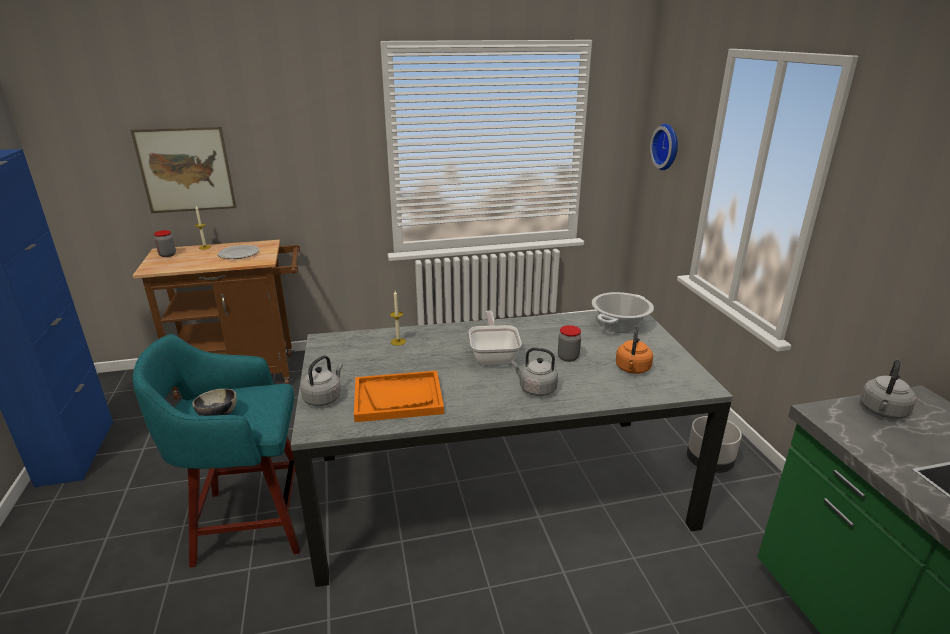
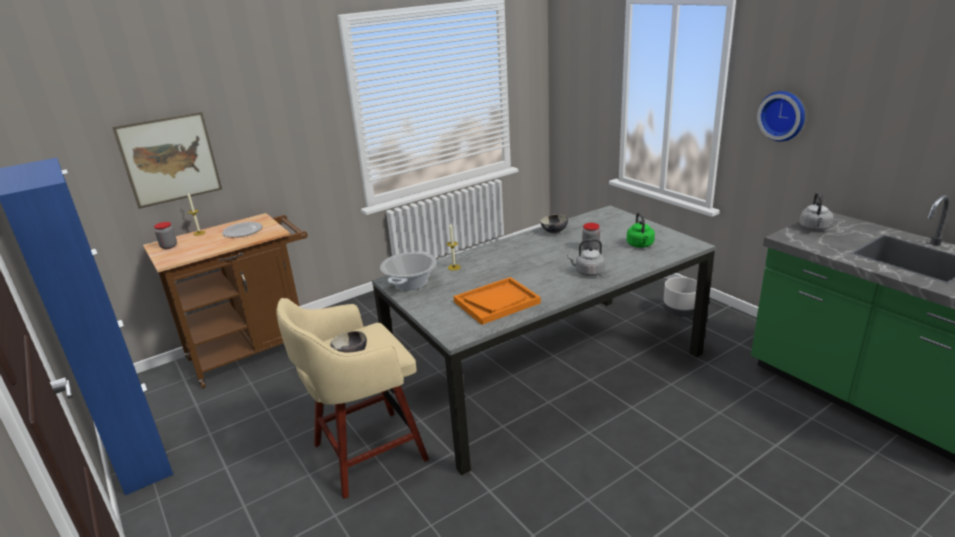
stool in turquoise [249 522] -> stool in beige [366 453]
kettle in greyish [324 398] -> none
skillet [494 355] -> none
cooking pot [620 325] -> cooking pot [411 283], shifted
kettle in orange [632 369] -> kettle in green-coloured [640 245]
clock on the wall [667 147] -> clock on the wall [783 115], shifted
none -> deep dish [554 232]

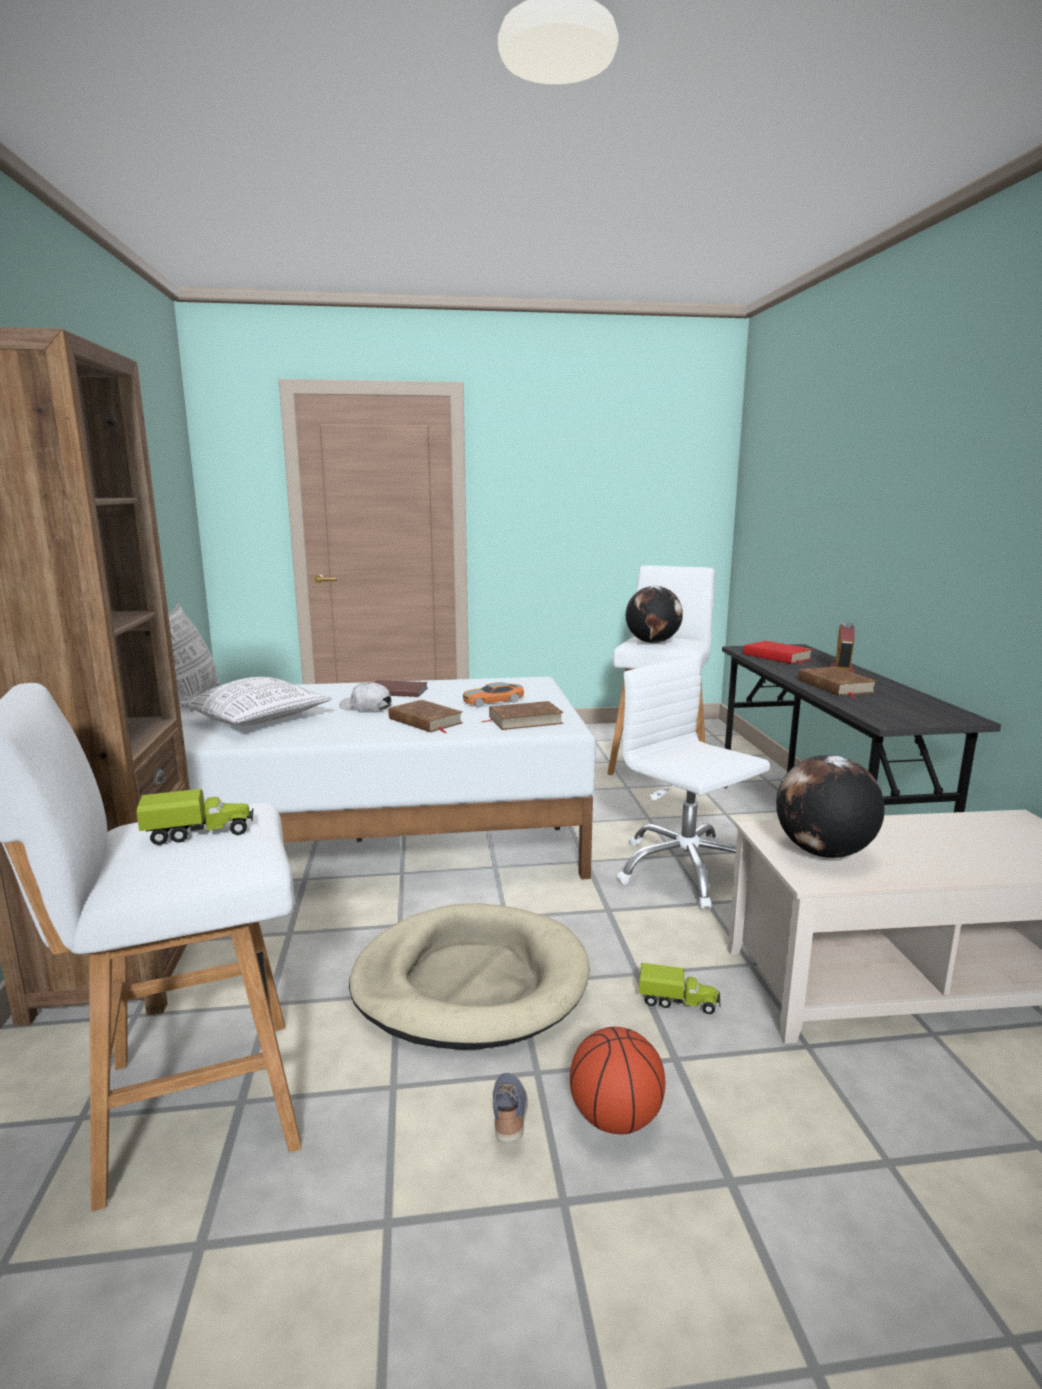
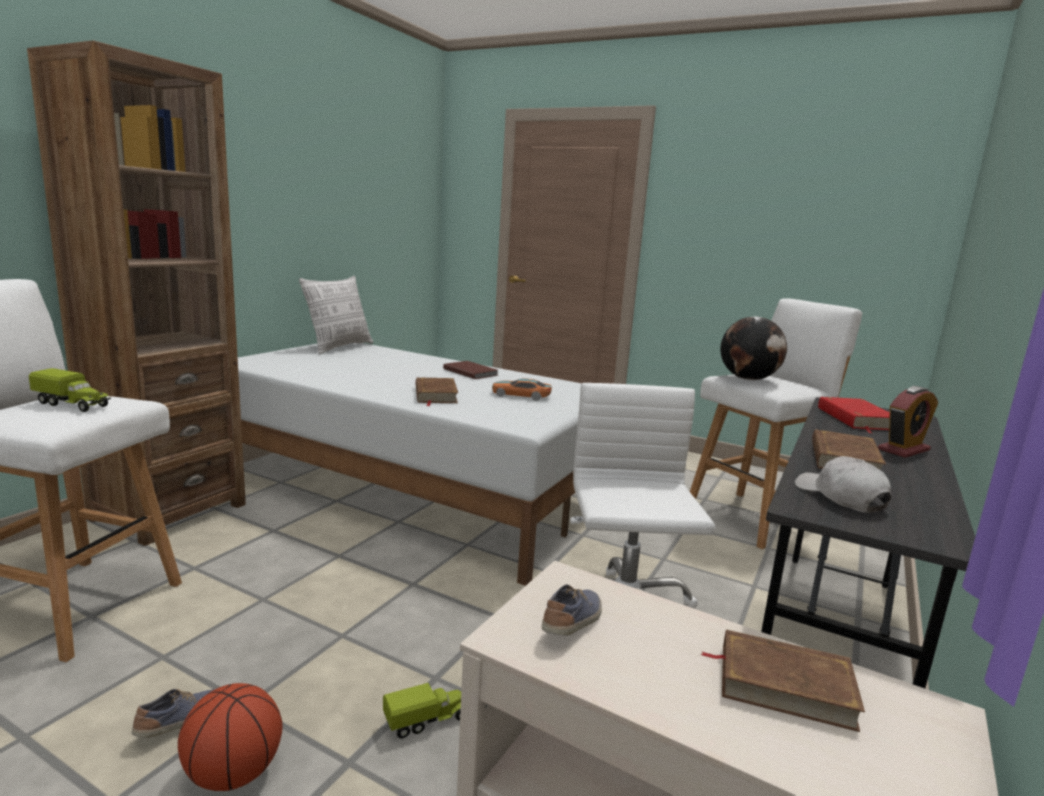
cushion [257 720] -> none
cap in white [366 707] -> cap in white [840 497], shifted
dog bed in beige [470 982] -> none
volume in brown [525 720] -> volume in brown [784 685], shifted
toy lorry [678 1002] -> toy lorry [428 720], 75 degrees counterclockwise
desk globe [823 852] -> item of footwear [573 623]

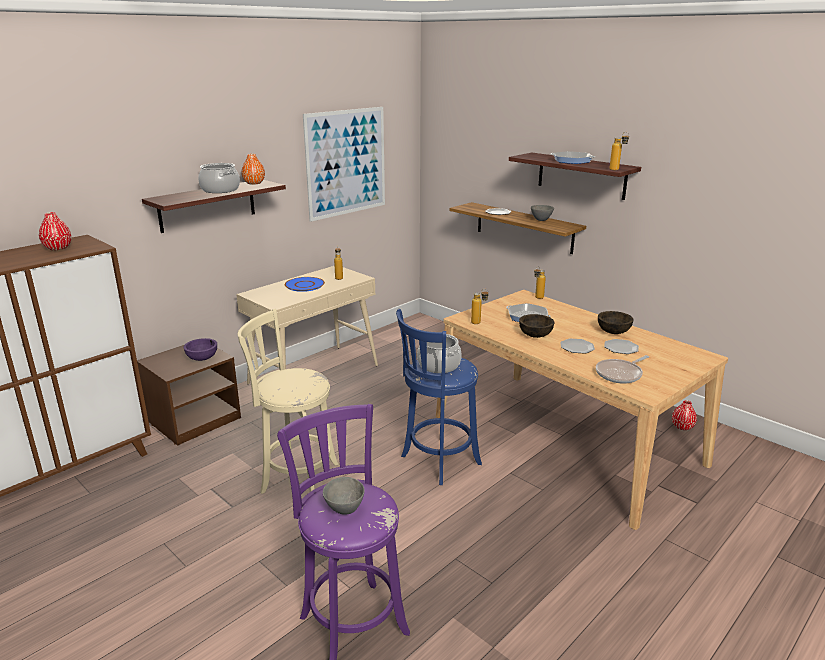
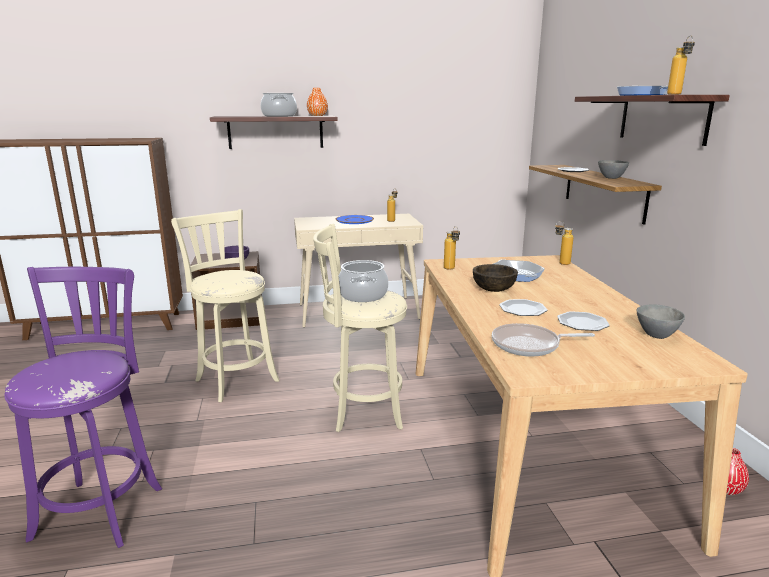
flower vase in reddish [58 248] -> none
picture [346 162] -> none
deep dish in greyish [344 509] -> deep dish in greyish [656 335], shifted
stool in blue [437 461] -> stool in beige [362 410]
deep dish in brown [613 332] -> none

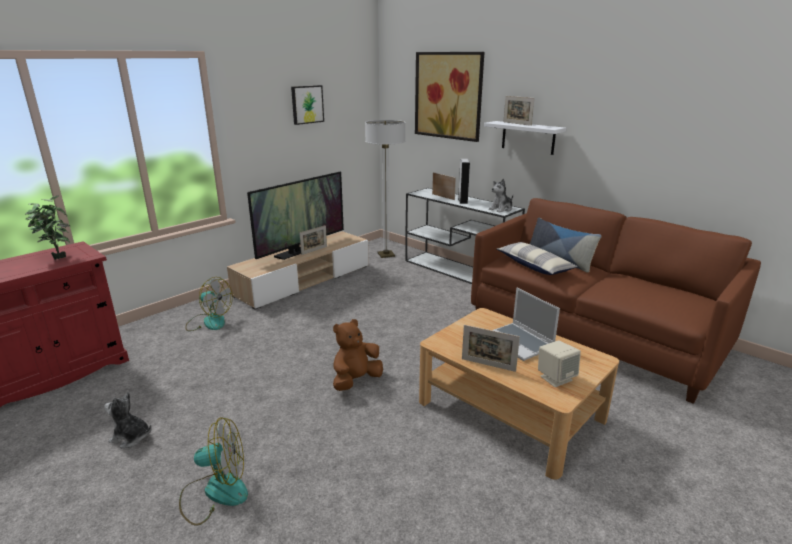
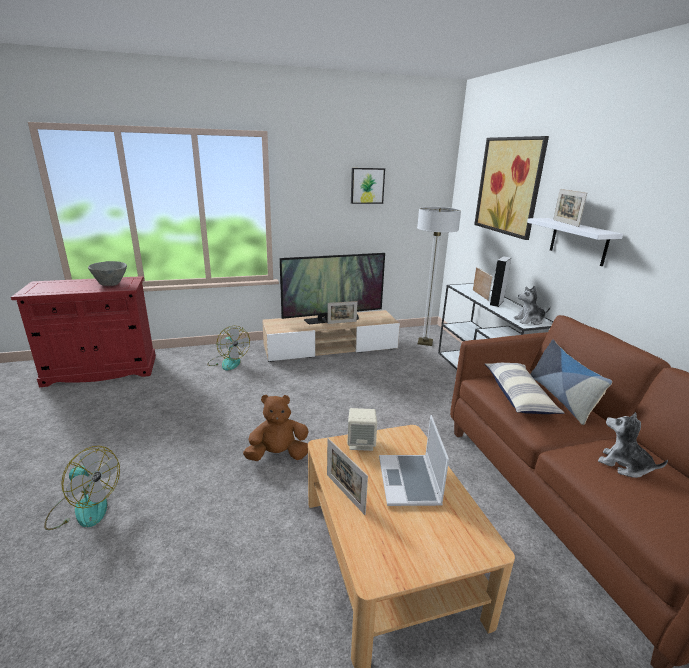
plant in a pot [57 257] -> deep dish in greyish [111 284]
cuddly toy [131 437] -> cuddly toy [623 465], shifted
speaker in beige [556 378] -> speaker in beige [361 443], shifted

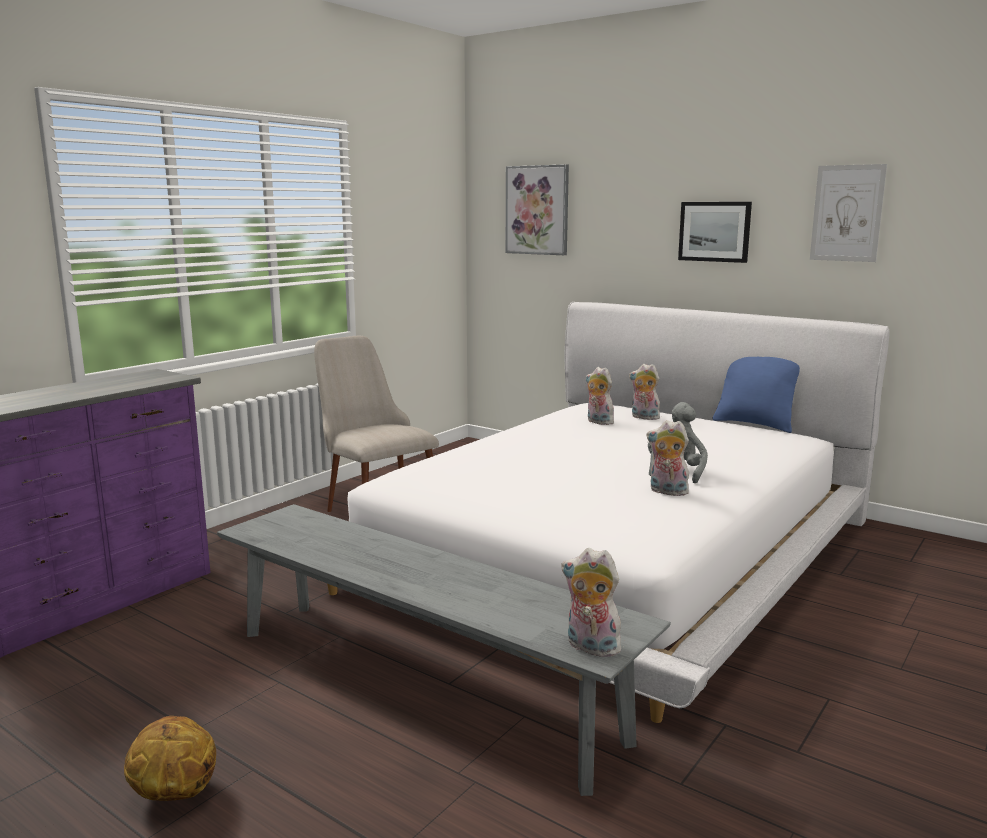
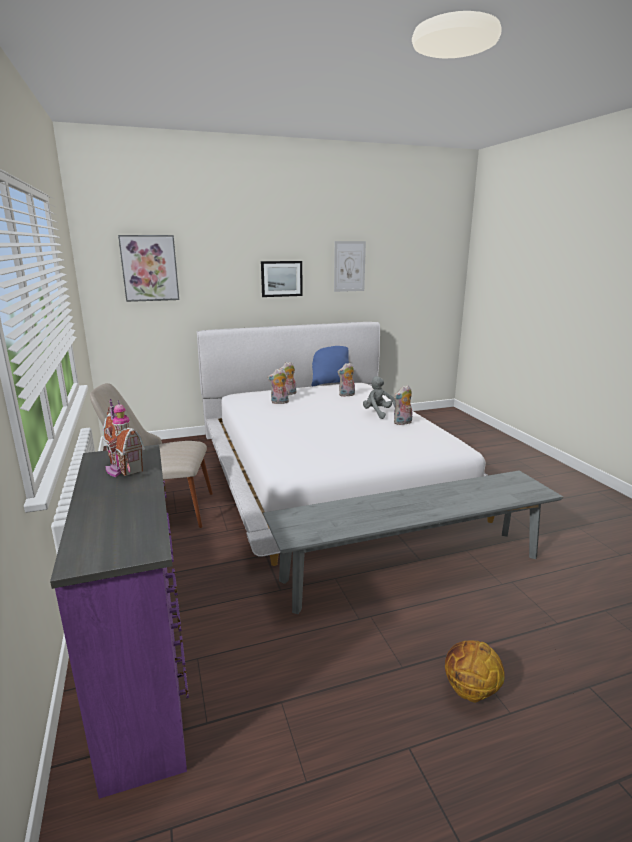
cuddly toy [590 648] -> cuddly toy [346 395], shifted
none -> toy house [122 468]

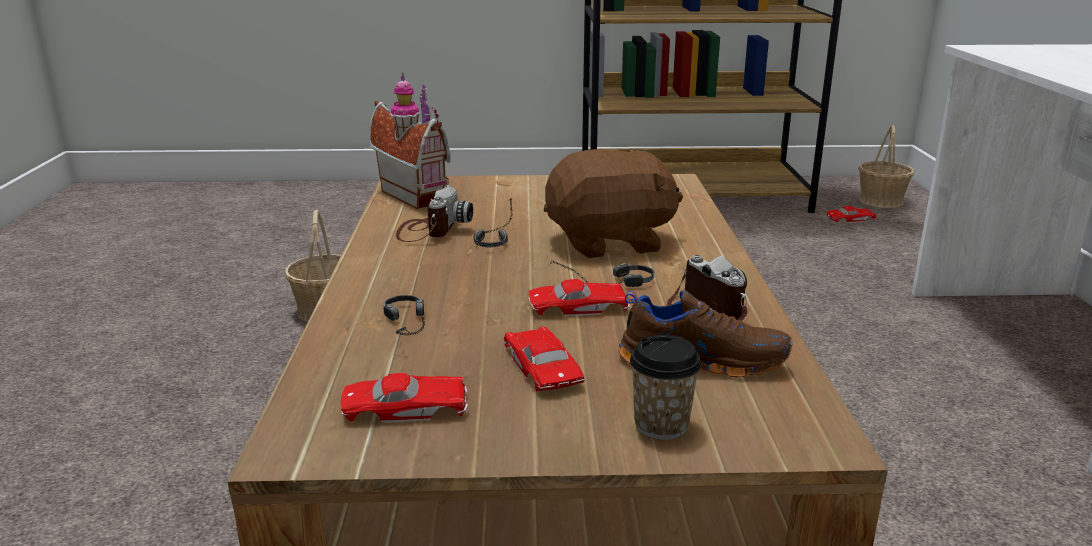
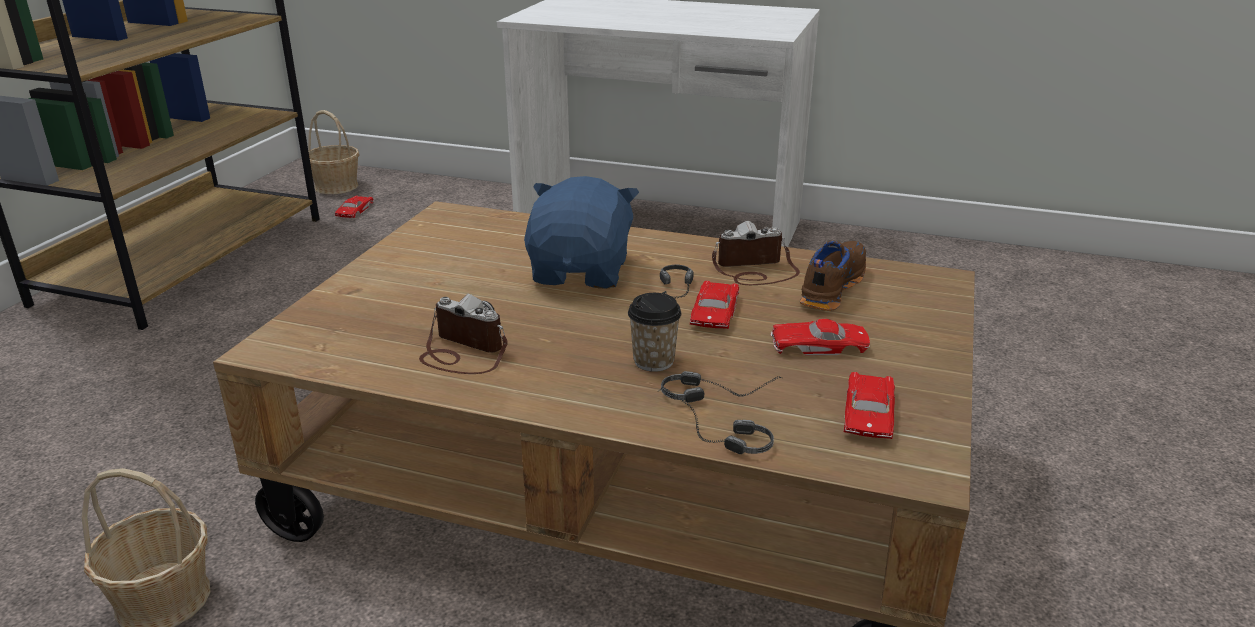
toy house [418 195] -> none
pair of headphones [494 234] -> pair of headphones [710 436], shifted
cuddly toy in brown [609 242] -> cuddly toy in blue [582 272]
cup [661 425] -> cup [653 361], shifted

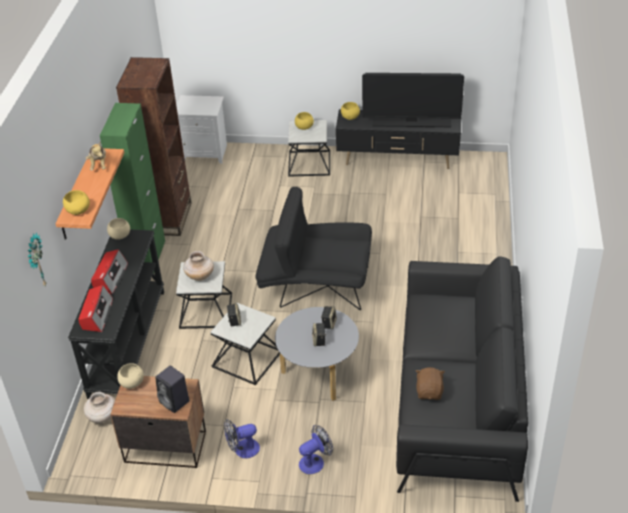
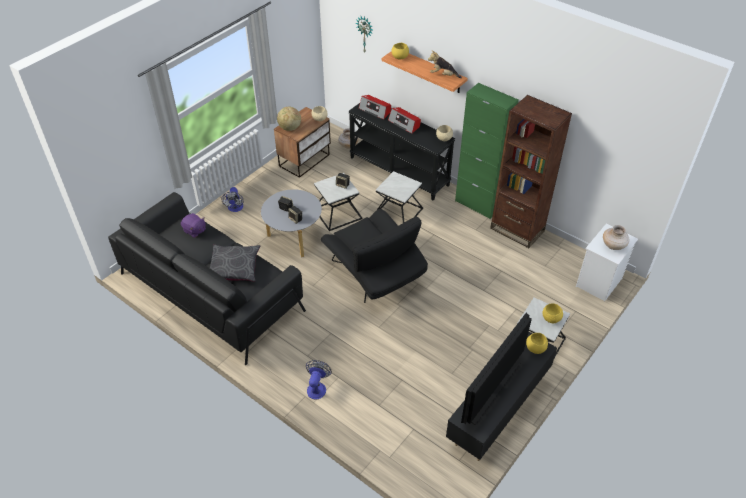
speaker in black [175 402] -> desk globe [289 128]
flower vase in beige [200 276] -> flower vase in beige [613 246], shifted
cooling fan [242 450] -> cooling fan [317 387], shifted
easy chair in black [316 285] -> easy chair in black [375 274], 105 degrees clockwise
cuddly toy in brown [429 392] -> cuddly toy in purplish [194 231]
none -> cushion in greyish [234 267]

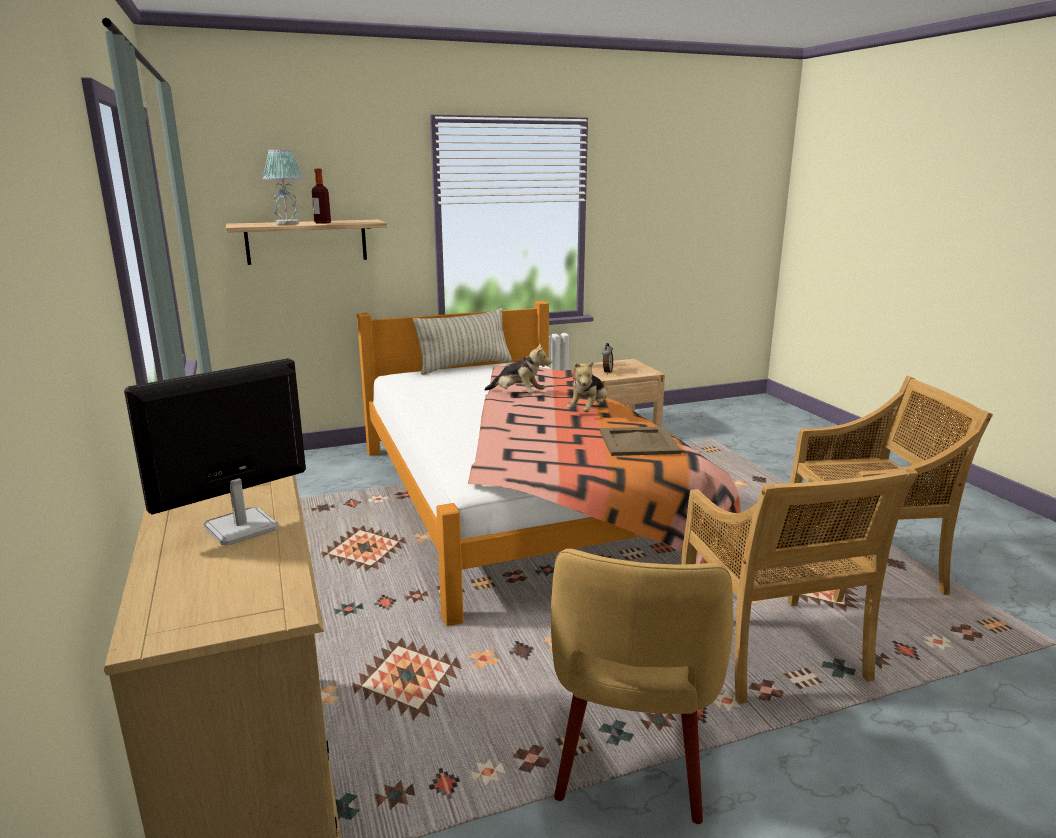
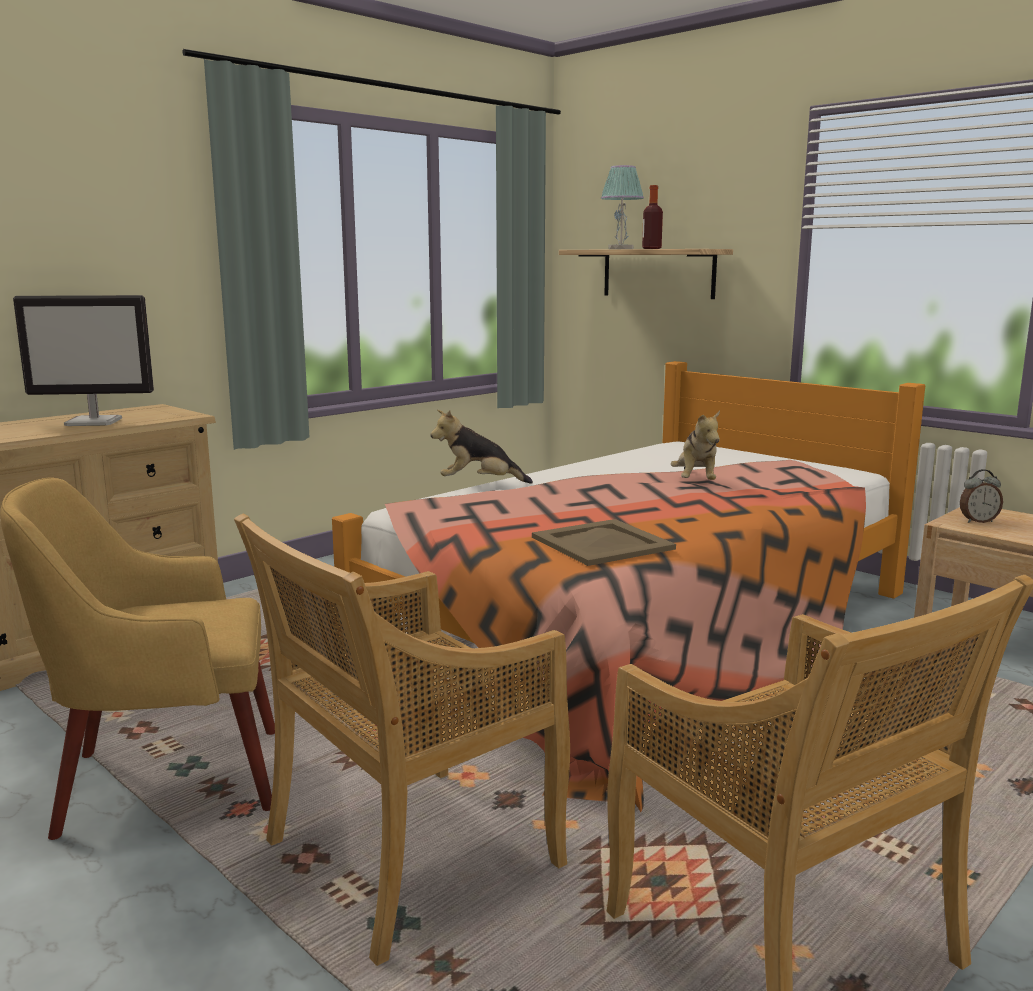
computer display [239 528] -> computer display [95 422], 150 degrees clockwise
cushion [465 366] -> none
cuddly toy [588 410] -> cuddly toy [479 483], shifted

